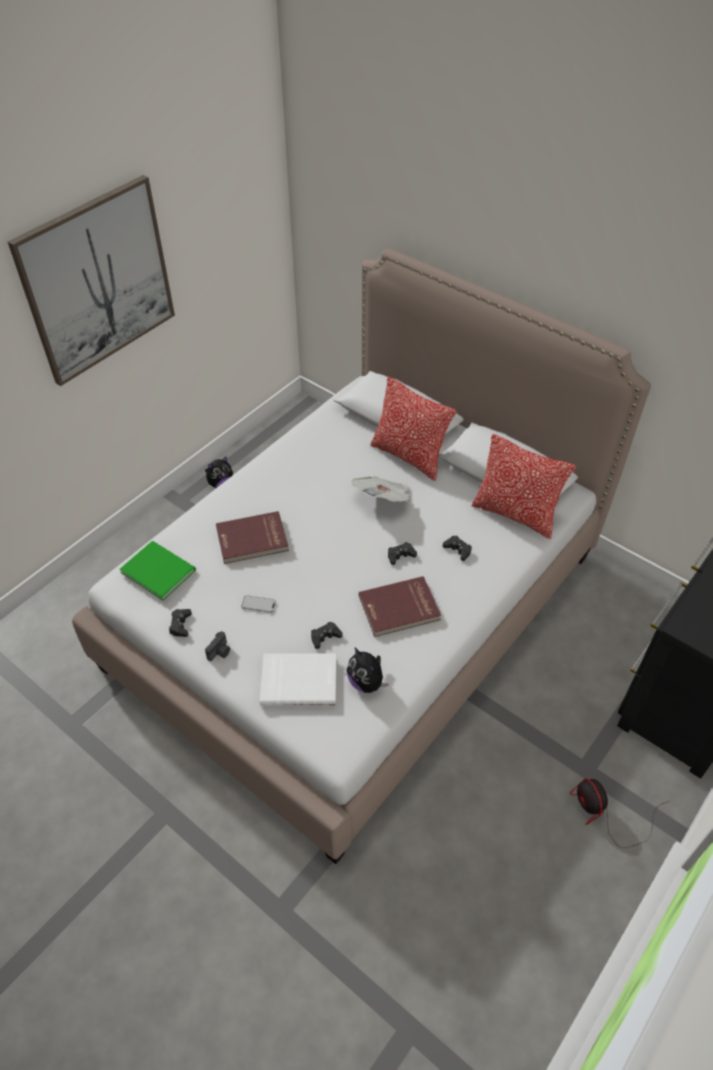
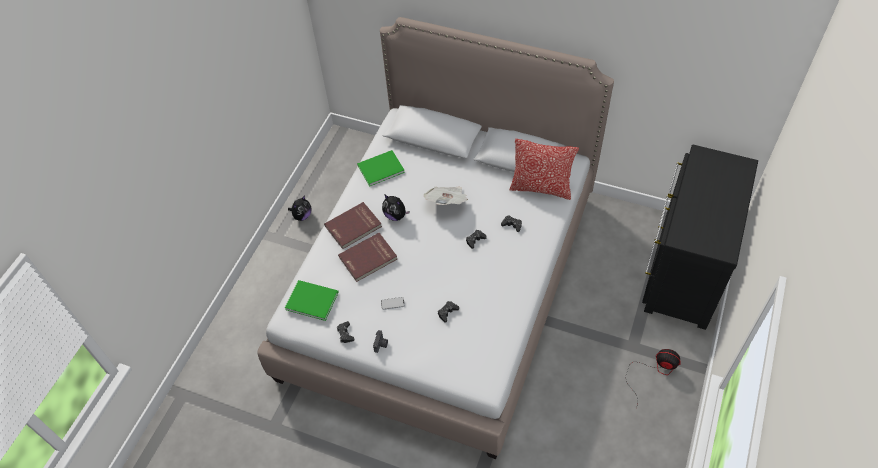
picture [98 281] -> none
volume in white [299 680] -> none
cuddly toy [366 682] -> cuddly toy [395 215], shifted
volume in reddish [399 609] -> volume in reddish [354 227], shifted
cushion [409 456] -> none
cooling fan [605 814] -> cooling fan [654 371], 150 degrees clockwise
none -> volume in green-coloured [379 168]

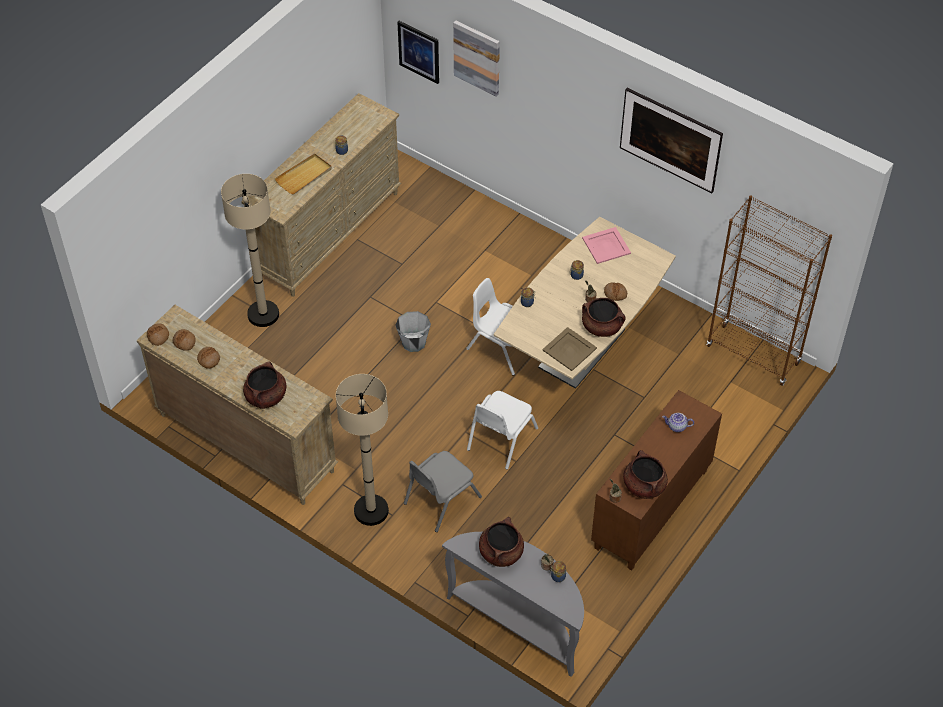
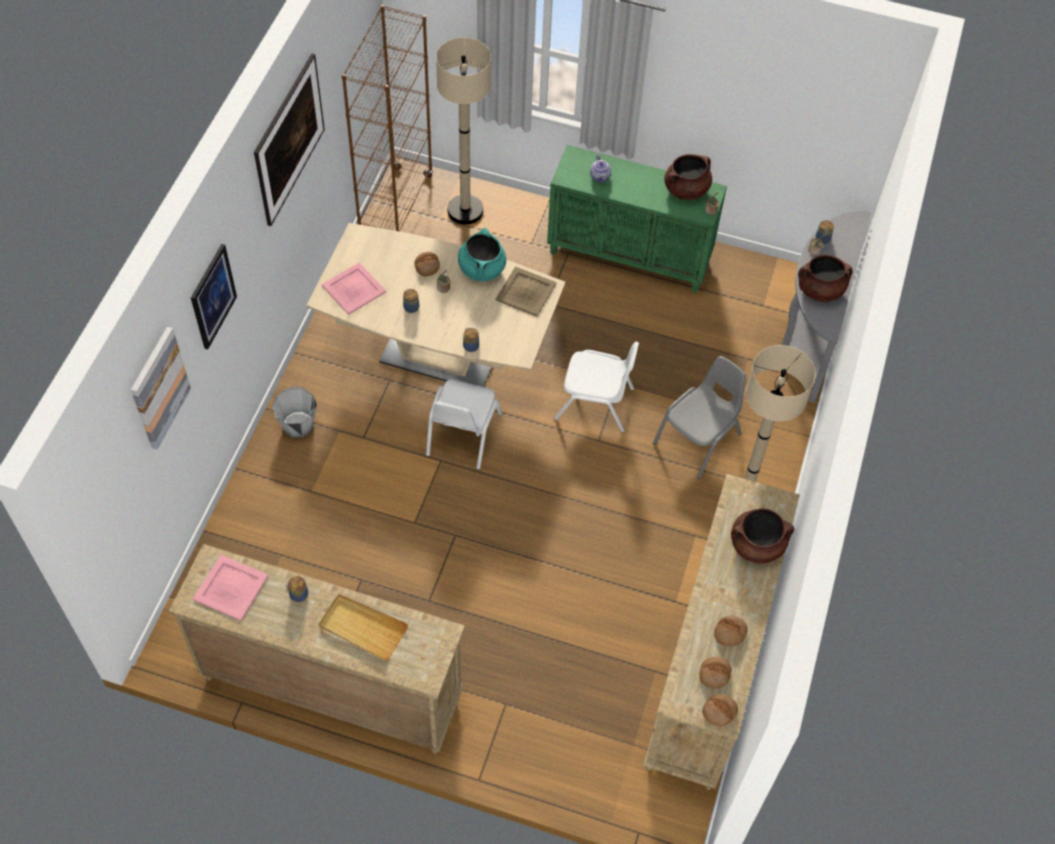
standard lamp in beige [263 314] -> standard lamp in beige [465 210], shifted
pail in greyish [413 342] -> pail in greyish [298 425], shifted
picture [419 51] -> picture [212 296], shifted
upright chair in greyish [441 500] -> upright chair in greyish [698 439], 75 degrees counterclockwise
cooking pot in brown [602 327] -> cooking pot in turquoise [481 269]
cabinet in brown [651 510] -> cabinet in green-coloured [630 255]
none -> tray in pink-coloured [231 587]

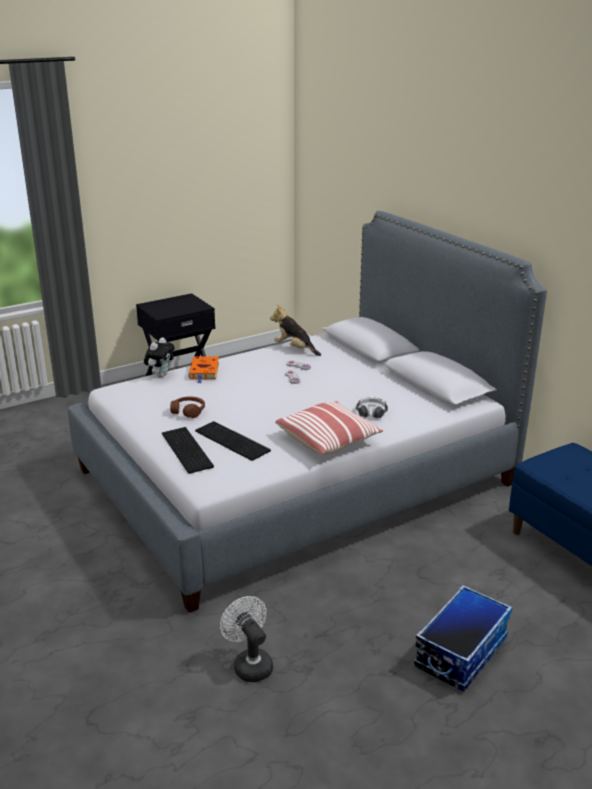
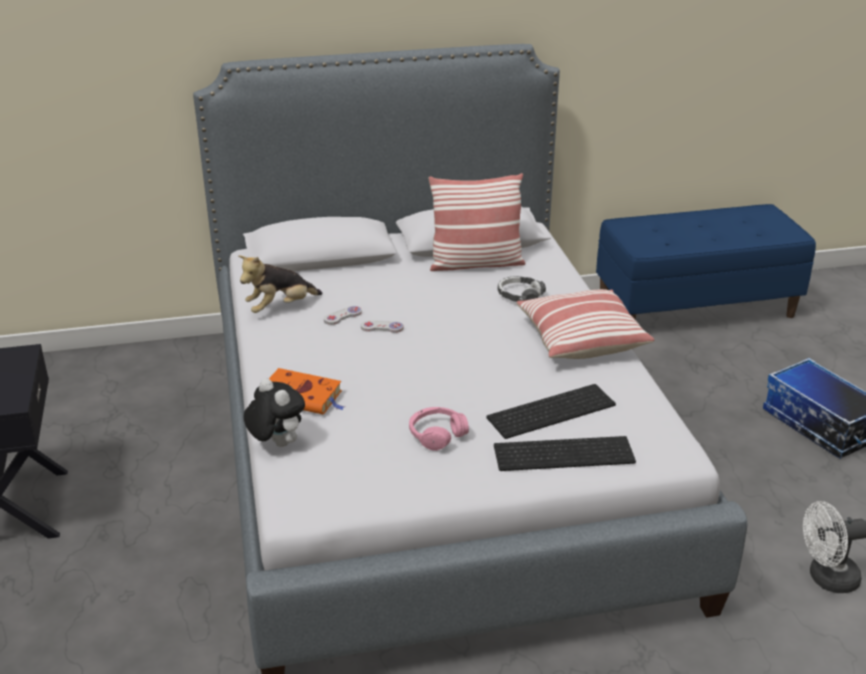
pair of headphones in brown [188 411] -> pair of headphones in pink-coloured [437 434]
none -> cushion [476 263]

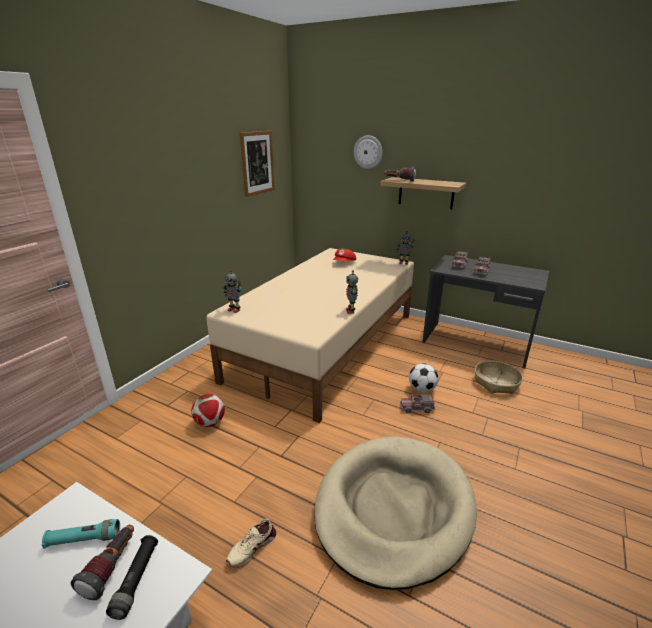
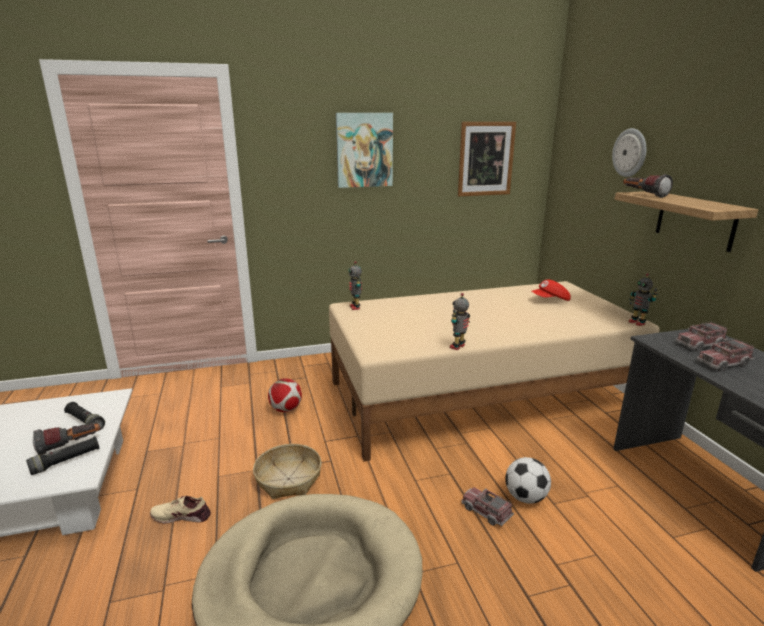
hand torch in turquoise [84 539] -> hand torch in black [85 422]
household basket [496 383] -> household basket [288 479], shifted
none -> picture [364 150]

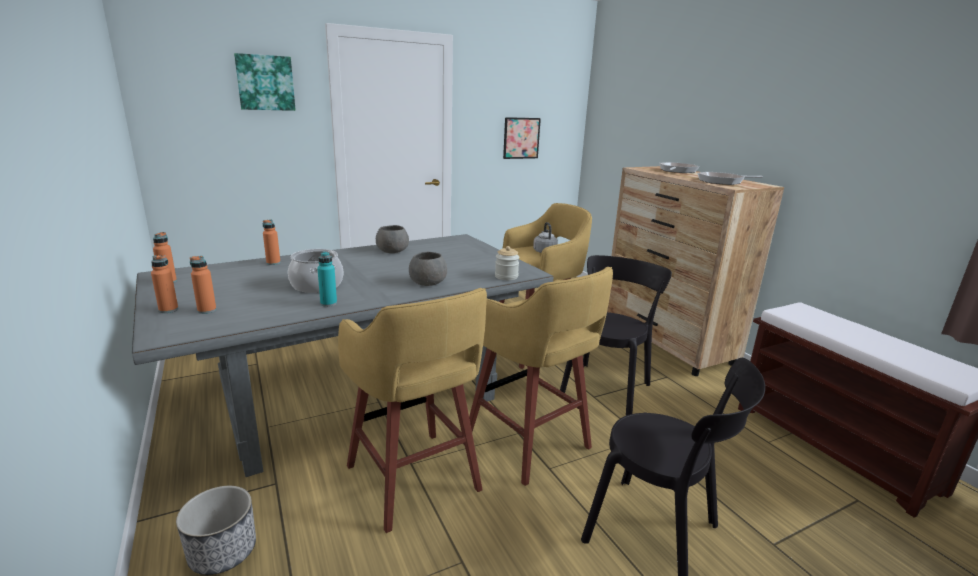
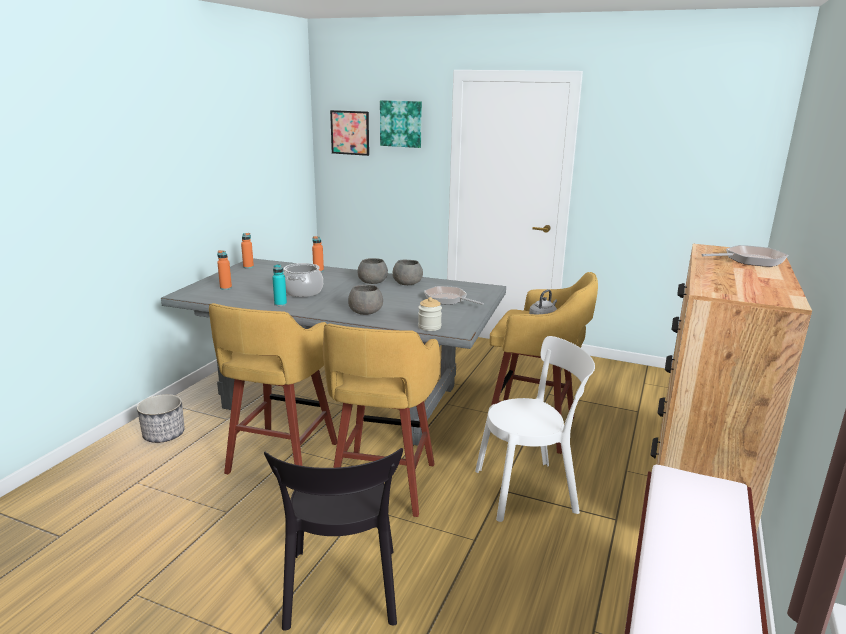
beverage bottle in orange [168 310] -> none
picture [521 138] -> picture [350 132], shifted
upright chair in black [607 386] -> upright chair in white [530 490]
skillet [723 182] -> skillet [448 299], shifted
none -> deep dish in greyish [373 281]

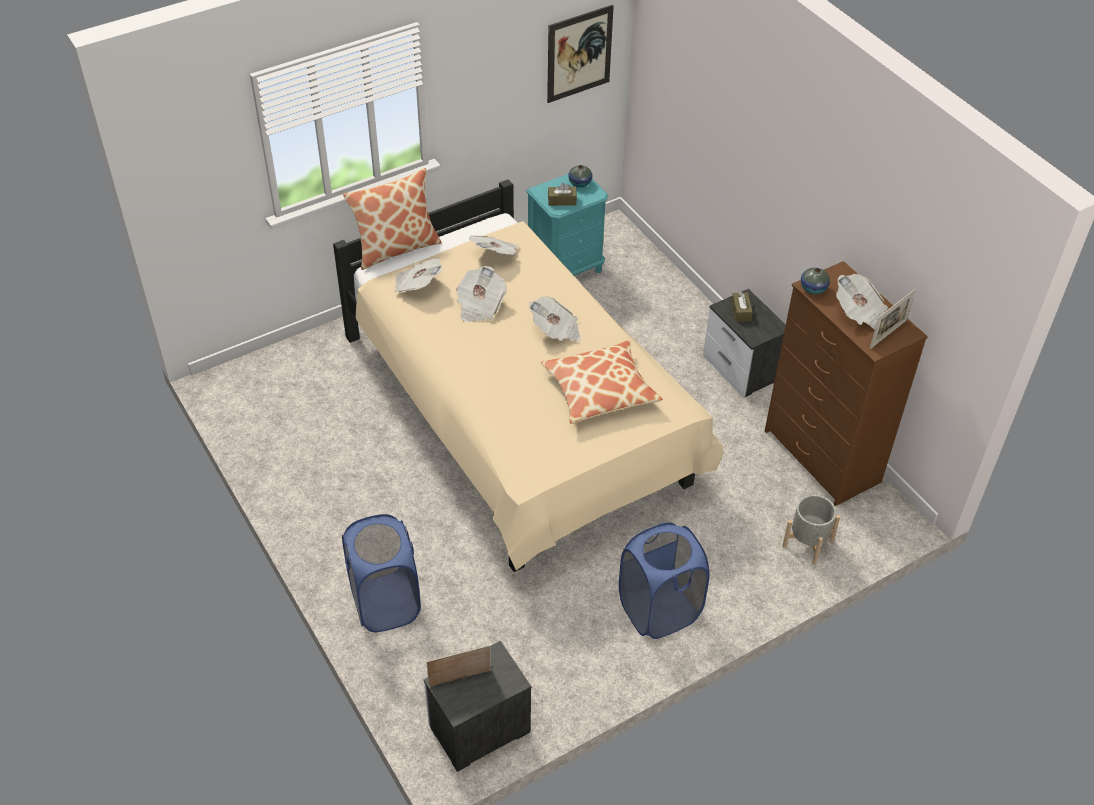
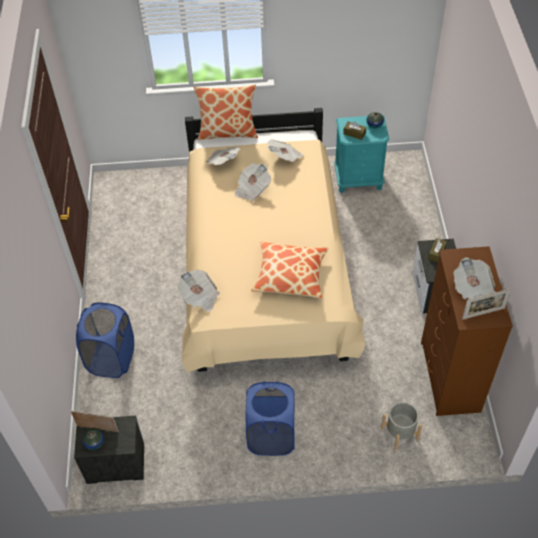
printed paper [556 330] -> printed paper [200 297], shifted
picture [579 54] -> none
flower vase [813 288] -> flower vase [94 442], shifted

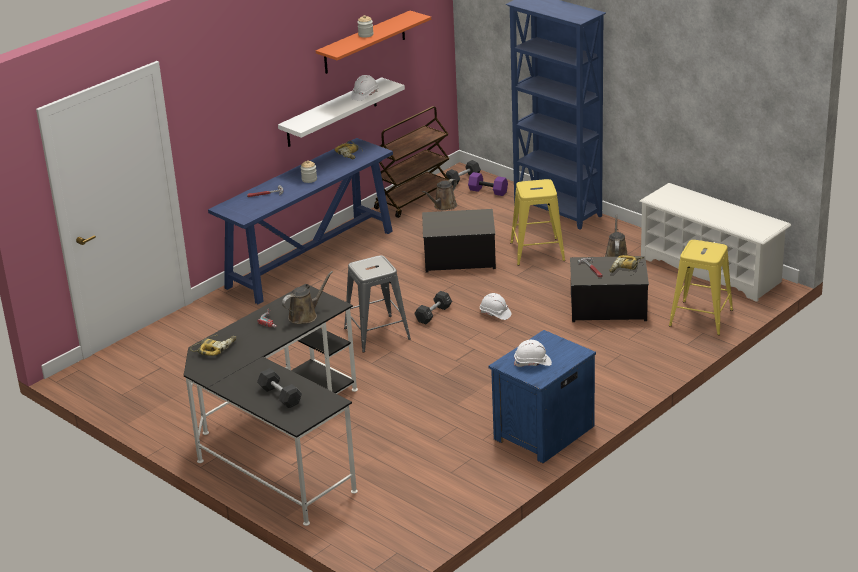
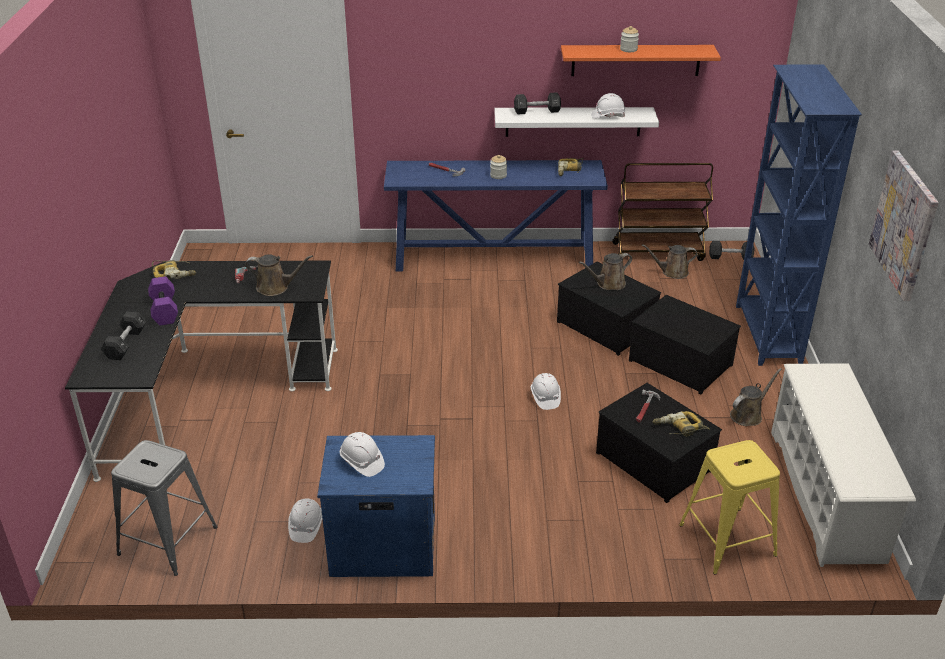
stool in greyish [377 333] -> stool in greyish [168 540], shifted
free weight in black [433 314] -> free weight in black [537 111], shifted
free weight in purplish [488 191] -> free weight in purplish [165 310], shifted
stool in yellow [537 252] -> storage bin [681 362]
none -> hard hat in white [306 526]
none -> watering pot in brown [608 284]
none -> picture [904 224]

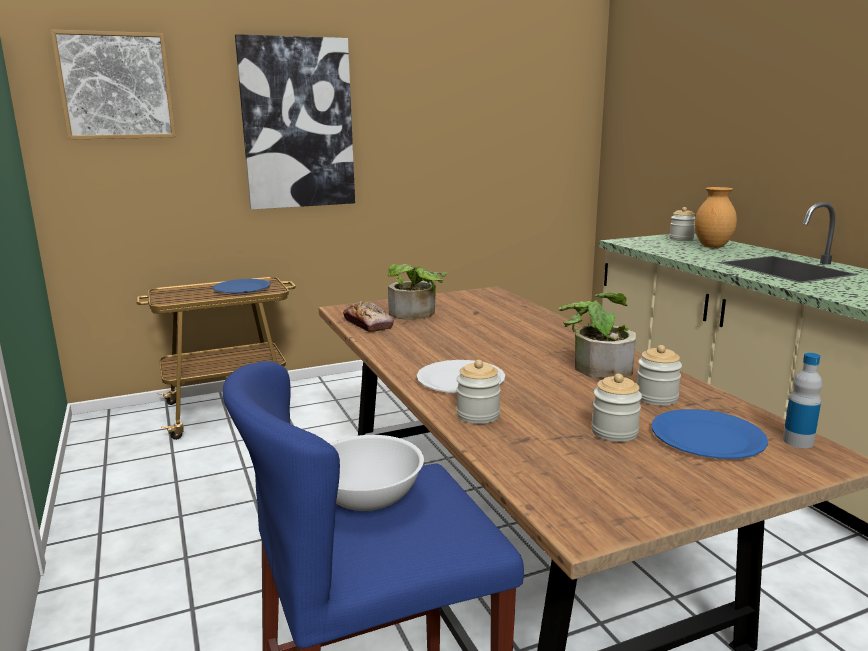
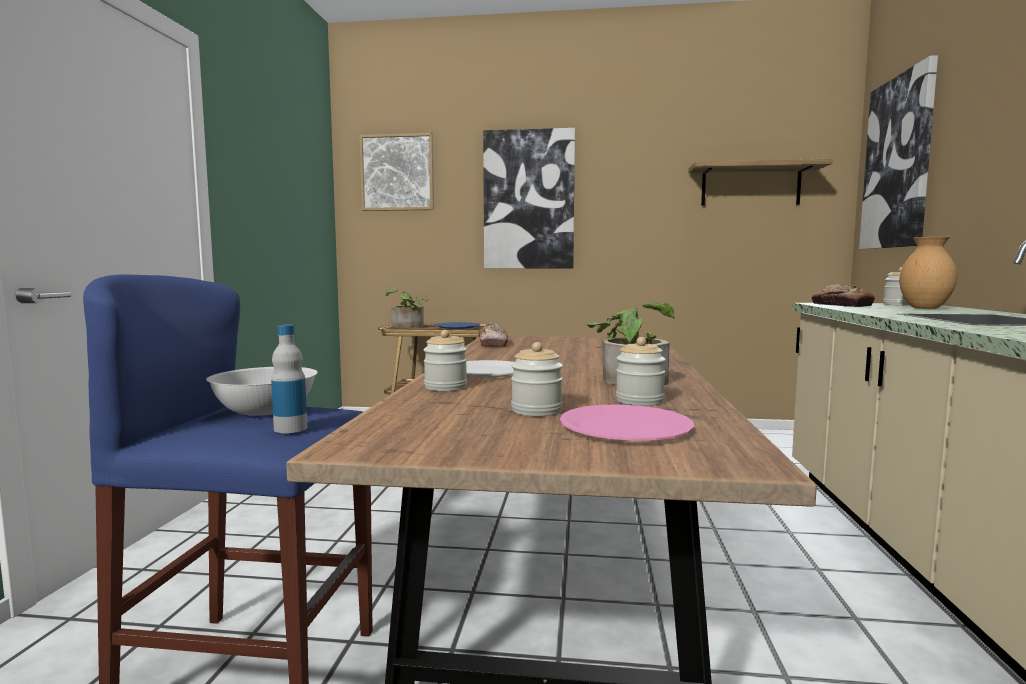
plant in a pot [415 315] -> plant in a pot [407 326], shifted
plate in blue [707 437] -> plate in pink-coloured [625 427]
beverage bottle [798 441] -> beverage bottle [290 428], shifted
none -> shelf [750 186]
none -> bread [841 305]
none -> picture [898 163]

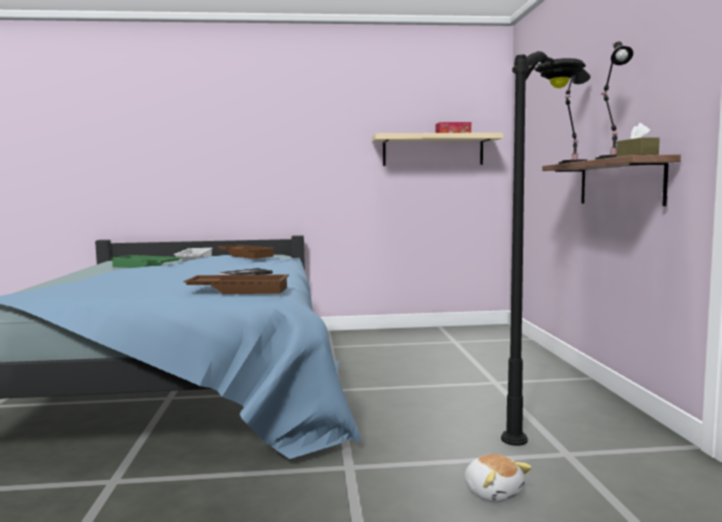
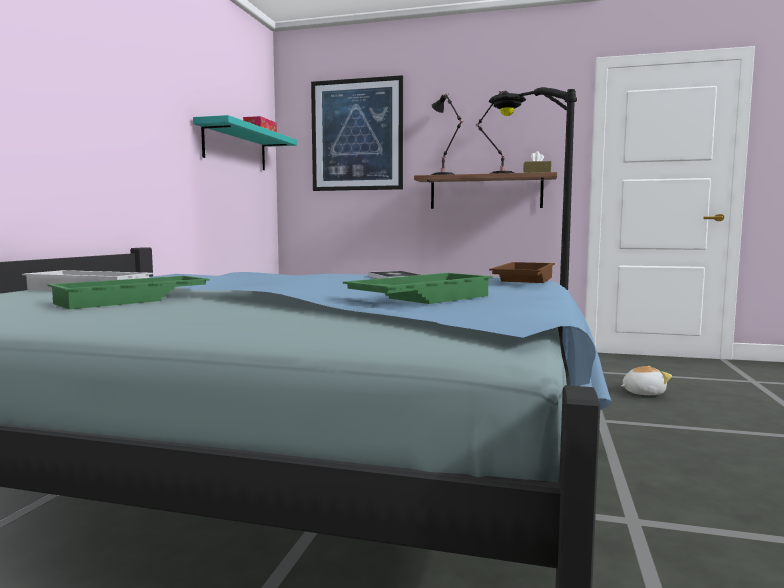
tray in brown [246 255] -> none
shelf in beige [433 150] -> shelf in turquoise [235 147]
none -> picture [357 135]
none -> tray in green-coloured [420 299]

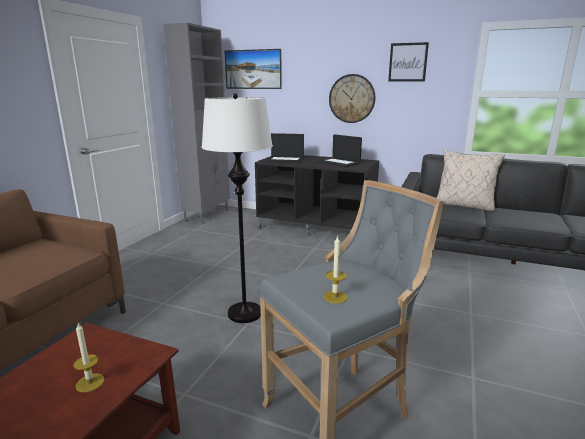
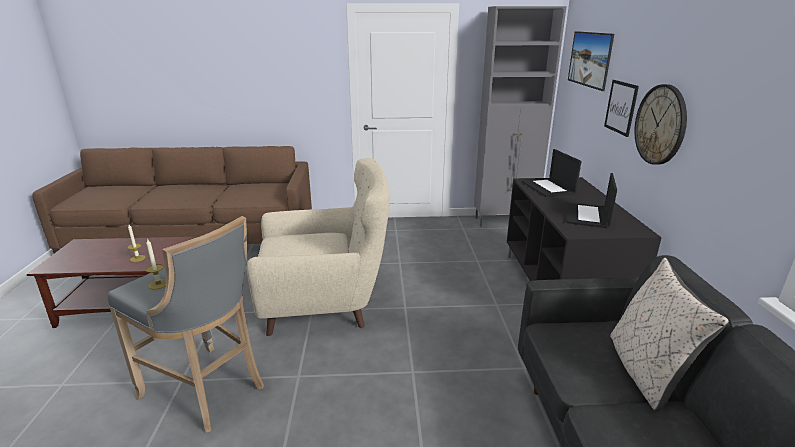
standard lamp in white [245 313] -> easy chair in beige [326 304]
picture [408 62] -> picture [621 107], shifted

